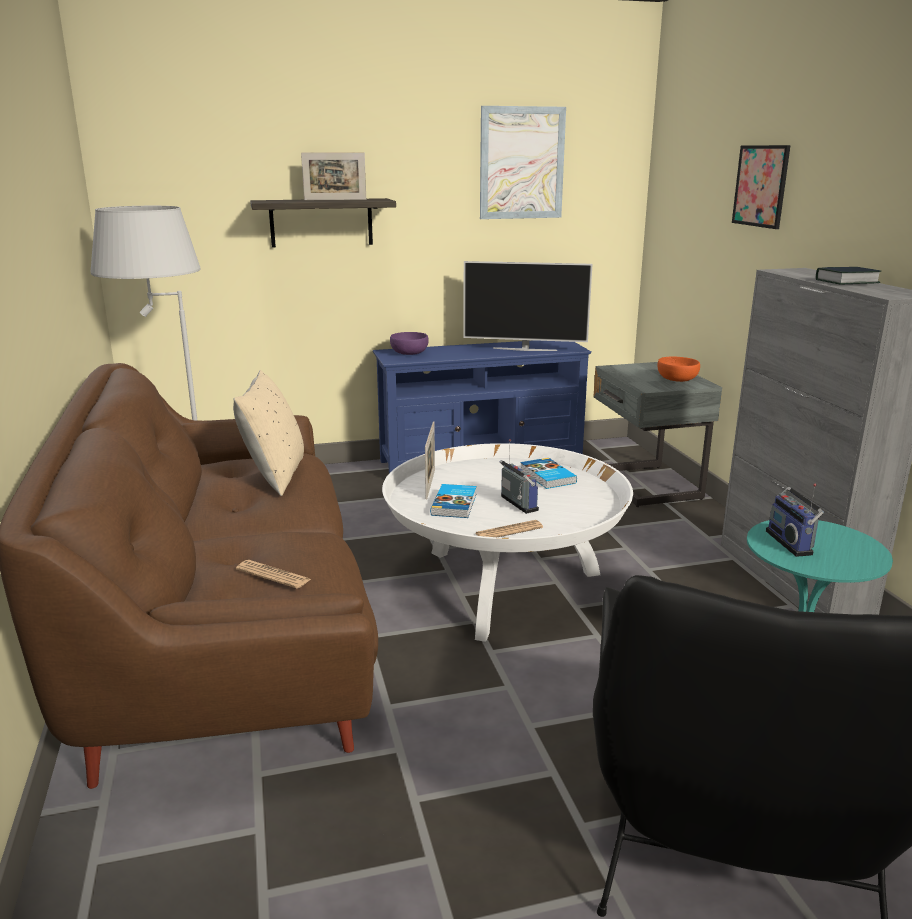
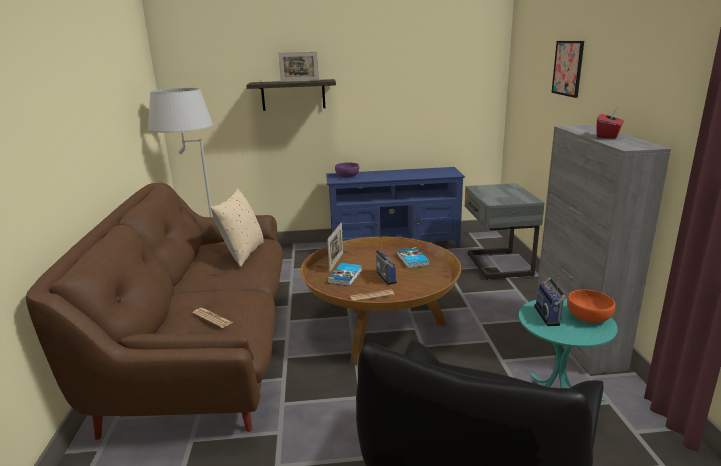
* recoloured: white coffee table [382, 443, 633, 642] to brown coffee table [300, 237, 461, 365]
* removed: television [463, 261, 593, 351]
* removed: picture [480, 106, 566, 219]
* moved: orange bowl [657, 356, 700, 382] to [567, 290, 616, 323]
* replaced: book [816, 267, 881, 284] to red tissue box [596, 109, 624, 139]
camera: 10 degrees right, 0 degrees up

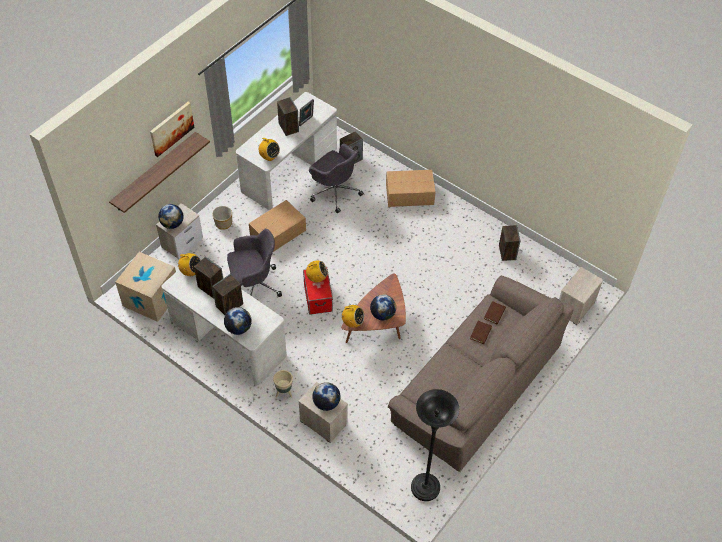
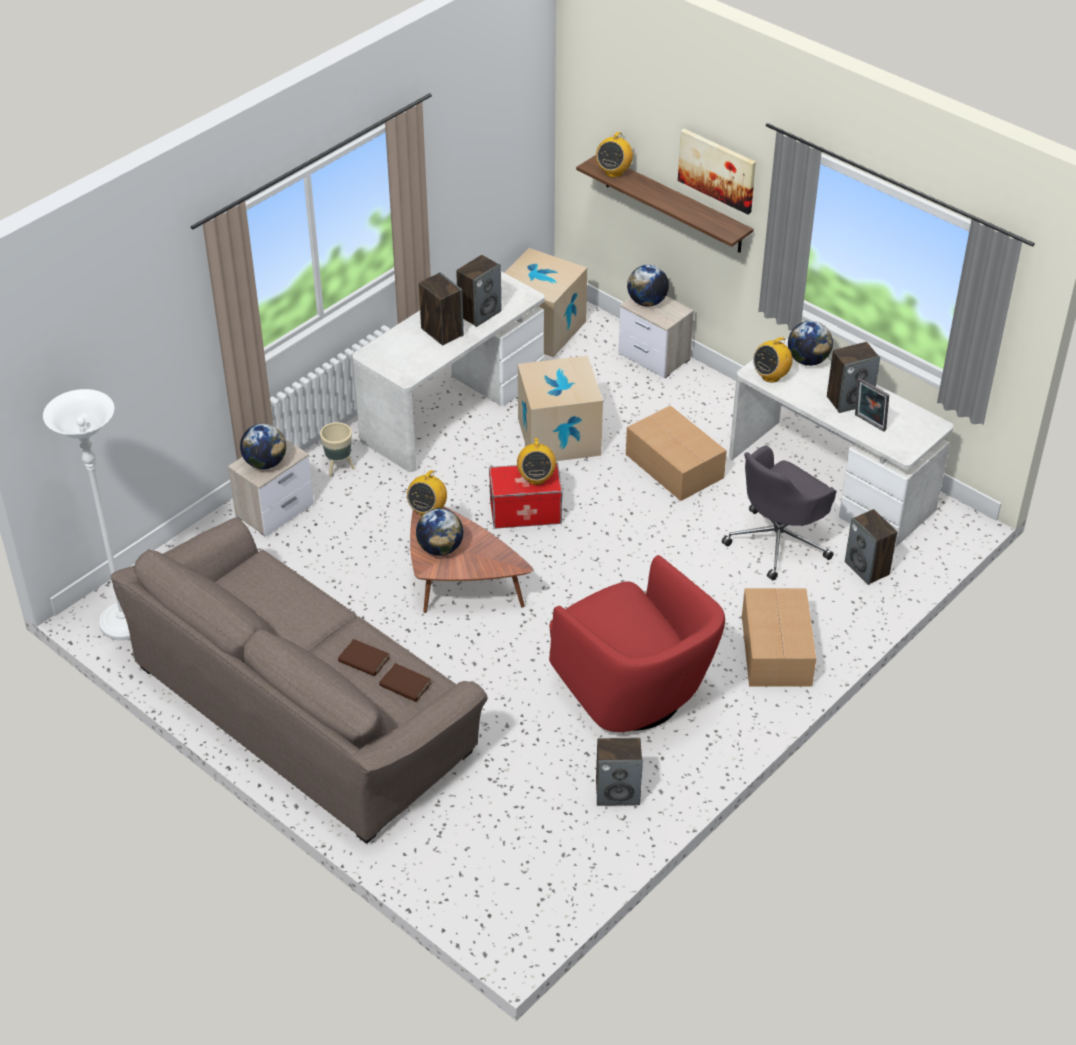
* moved: radio [178, 253, 201, 276] to [596, 132, 633, 178]
* removed: planter [212, 206, 232, 230]
* moved: globe [224, 307, 252, 335] to [788, 321, 833, 366]
* replaced: grey office chair [227, 229, 282, 297] to cardboard box [518, 356, 603, 461]
* recoloured: black floor lamp [411, 389, 459, 501] to white floor lamp [43, 389, 130, 640]
* removed: nightstand [559, 267, 603, 325]
* added: red armchair [549, 555, 725, 732]
camera: 95 degrees right, 10 degrees down

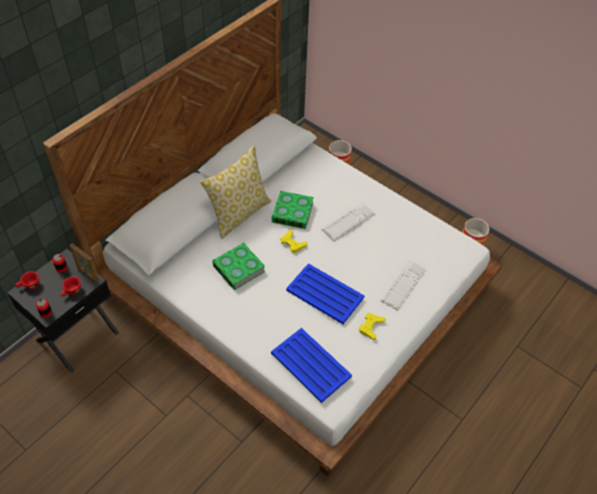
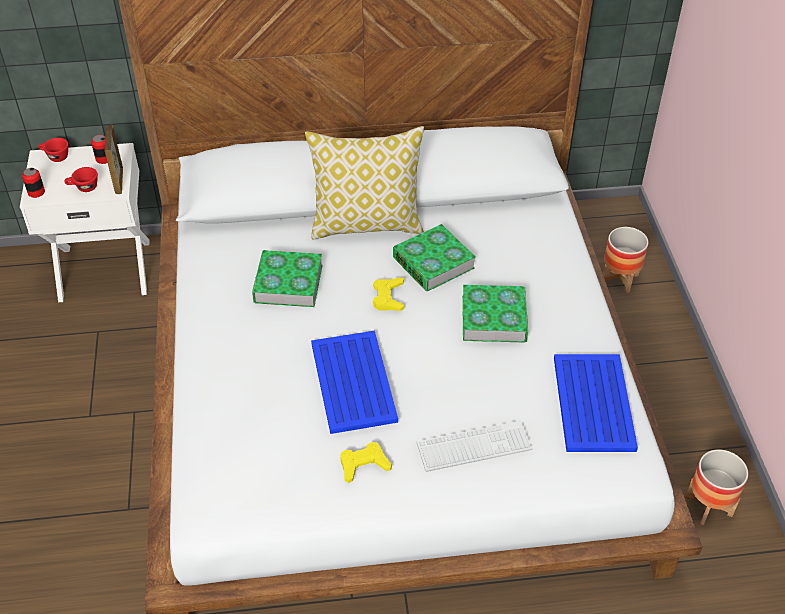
* recoloured: black nightstand [7, 249, 119, 372] to white nightstand [20, 143, 150, 302]
* moved: blue tray [271, 328, 352, 403] to [554, 354, 638, 452]
* replaced: keyboard [322, 202, 375, 241] to book [462, 285, 528, 343]
camera: 45 degrees right, 5 degrees down

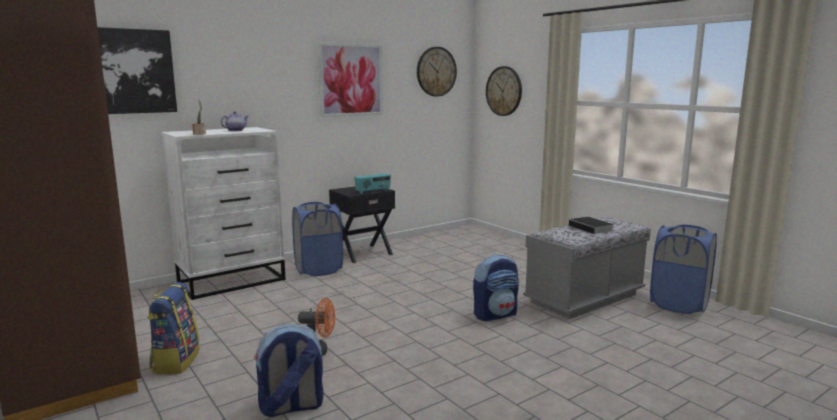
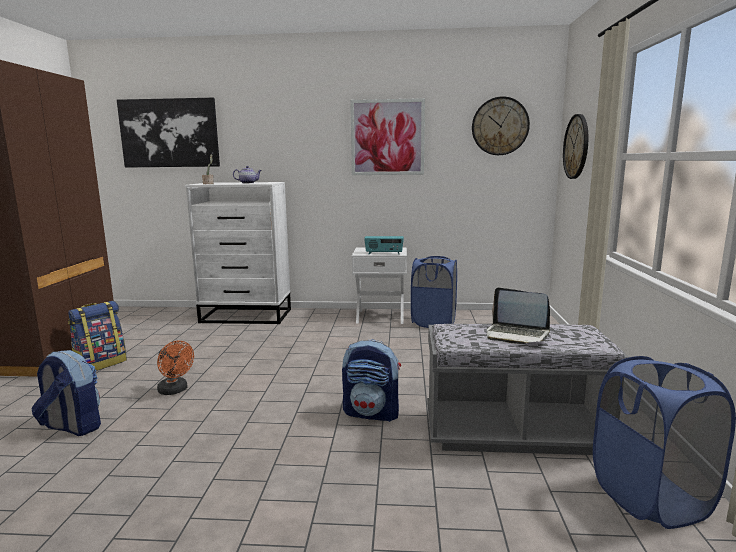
* moved: blue laundry basket [292, 202, 343, 276] to [411, 256, 457, 328]
* recoloured: black nightstand [329, 187, 395, 263] to white nightstand [352, 248, 407, 324]
* replaced: book [569, 217, 614, 236] to laptop [487, 287, 550, 344]
camera: 40 degrees right, 0 degrees up

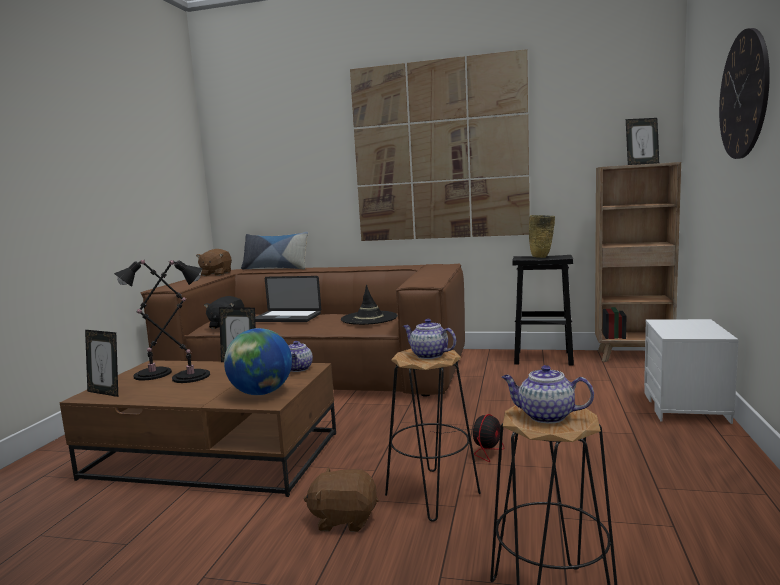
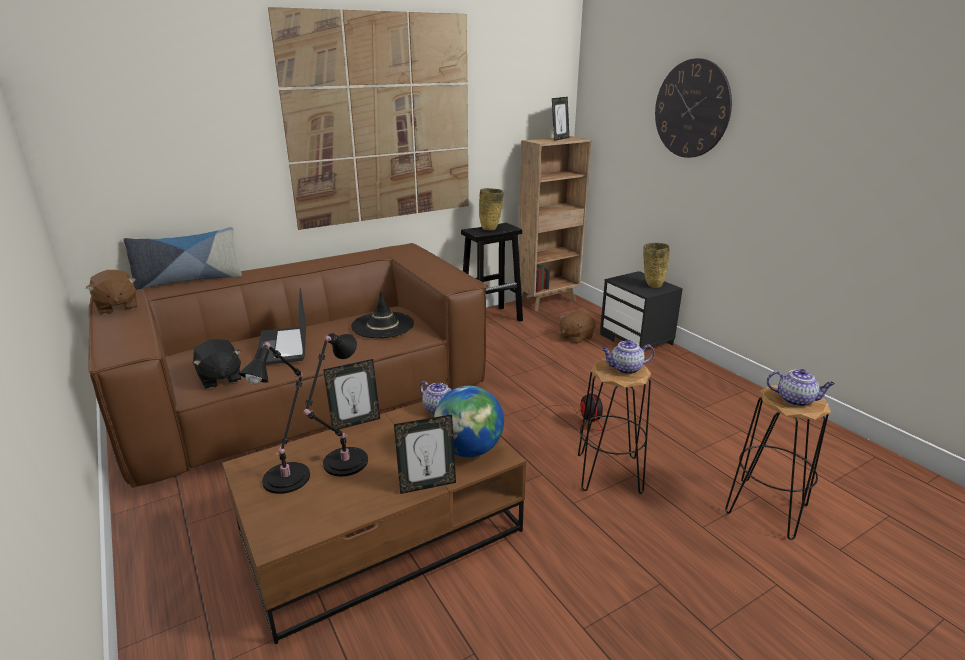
* moved: picture frame [85, 330, 118, 397] to [394, 415, 456, 494]
* turned: laptop [255, 276, 321, 322] = [258, 288, 306, 365] 105 degrees clockwise
* moved: brown plush toy [304, 467, 378, 532] to [559, 311, 596, 344]
* turned: teapot [502, 365, 594, 423] = [766, 369, 835, 406] 135 degrees counterclockwise
* recoloured: white nightstand [644, 319, 739, 424] to black nightstand [600, 271, 683, 348]
* added: beige vase [643, 243, 670, 288]
camera: 45 degrees left, 15 degrees up

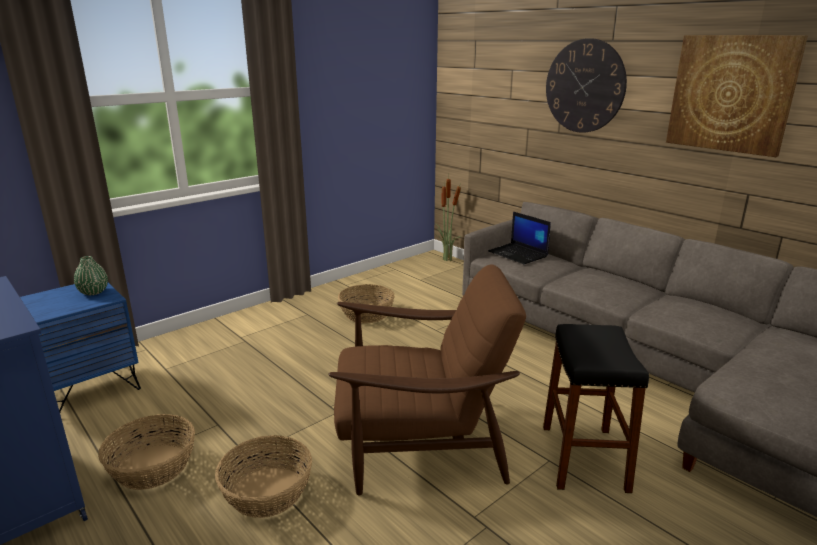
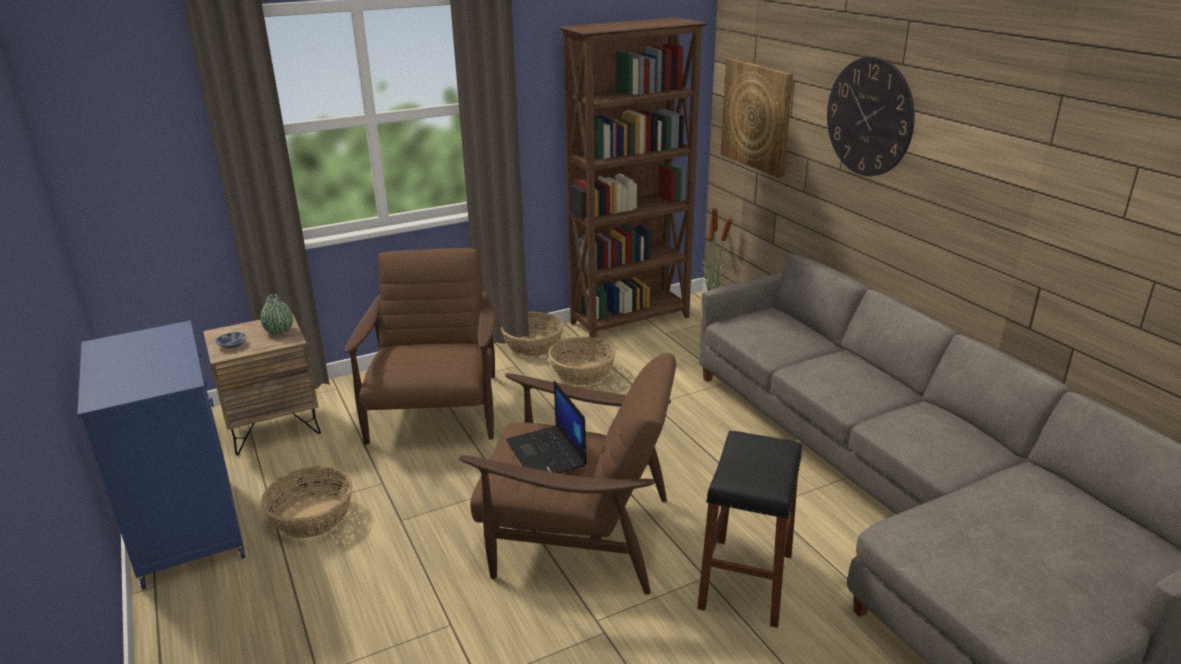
* recoloured: blue nightstand [20, 283, 141, 412] to brown nightstand [203, 313, 321, 455]
* moved: basket [215, 435, 312, 518] to [501, 312, 564, 356]
* moved: laptop [488, 212, 551, 264] to [506, 381, 587, 473]
* moved: picture [666, 35, 808, 157] to [721, 58, 793, 178]
* added: bowl [216, 332, 247, 349]
* added: brown armchair [344, 248, 496, 445]
* added: brown bookcase [558, 17, 708, 338]
camera: 15 degrees right, 5 degrees up

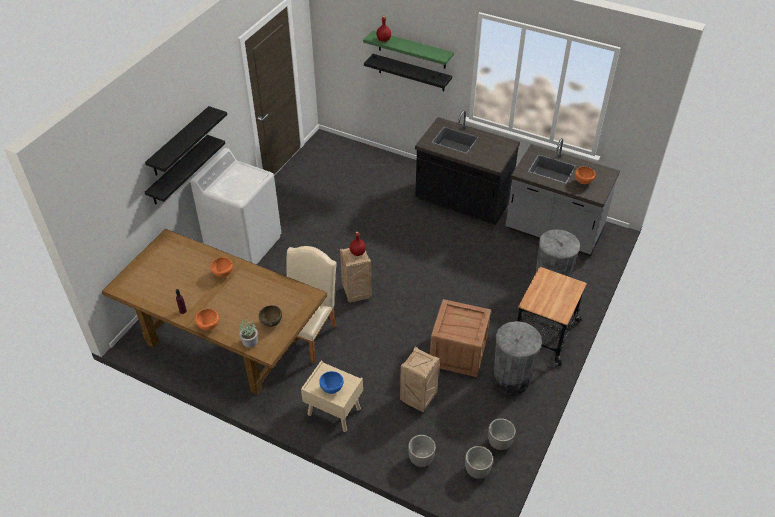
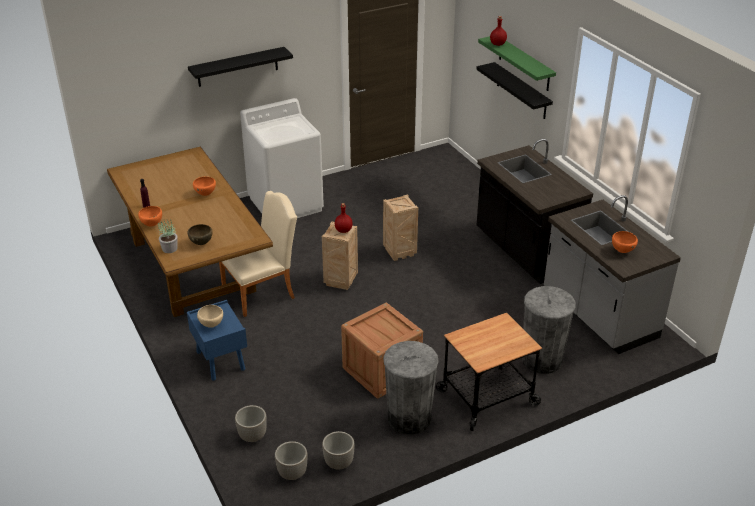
* removed: black shelf [145, 135, 225, 205]
* recoloured: beige nightstand [301, 360, 363, 432] to blue nightstand [187, 300, 247, 381]
* recoloured: blue bowl [319, 371, 344, 394] to beige bowl [197, 305, 223, 328]
* moved: crate [400, 346, 440, 412] to [383, 194, 418, 261]
camera: 35 degrees right, 10 degrees down

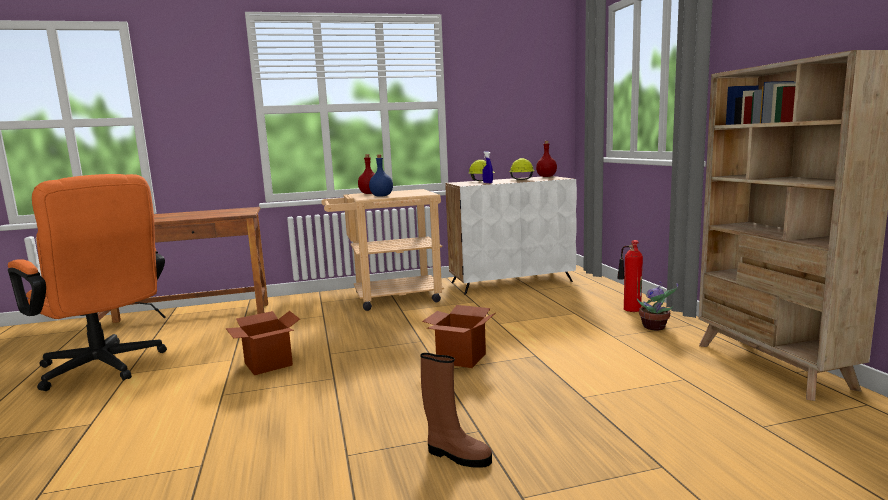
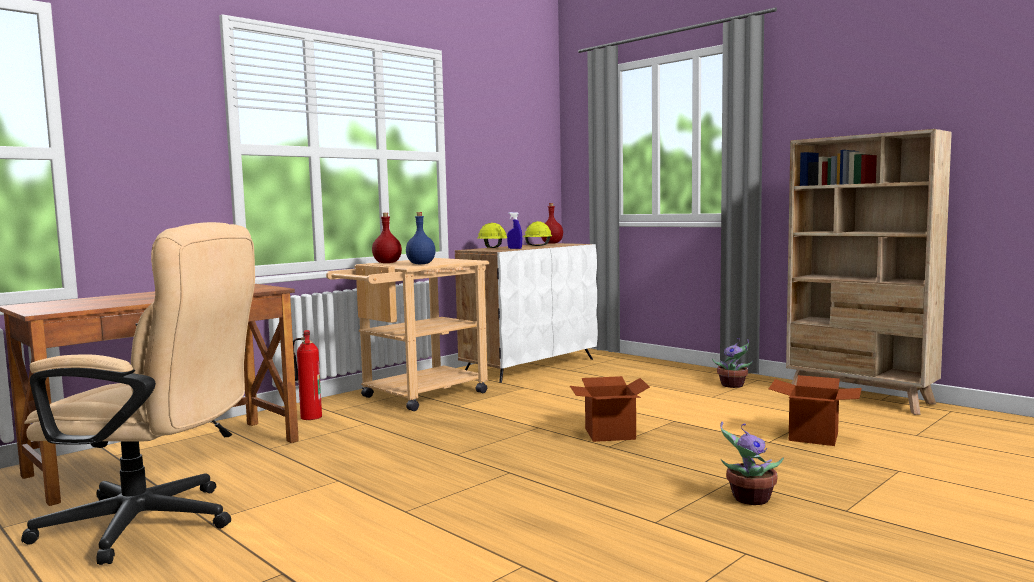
* recoloured: orange office chair [8, 174, 167, 391] to beige office chair [21, 222, 255, 565]
* moved: cardboard box [226, 311, 300, 375] to [768, 375, 862, 446]
* replaced: brown boot [420, 353, 492, 468] to potted plant [720, 422, 784, 505]
* moved: fire extinguisher [617, 240, 643, 312] to [293, 330, 322, 420]
camera: 30 degrees left, 5 degrees down

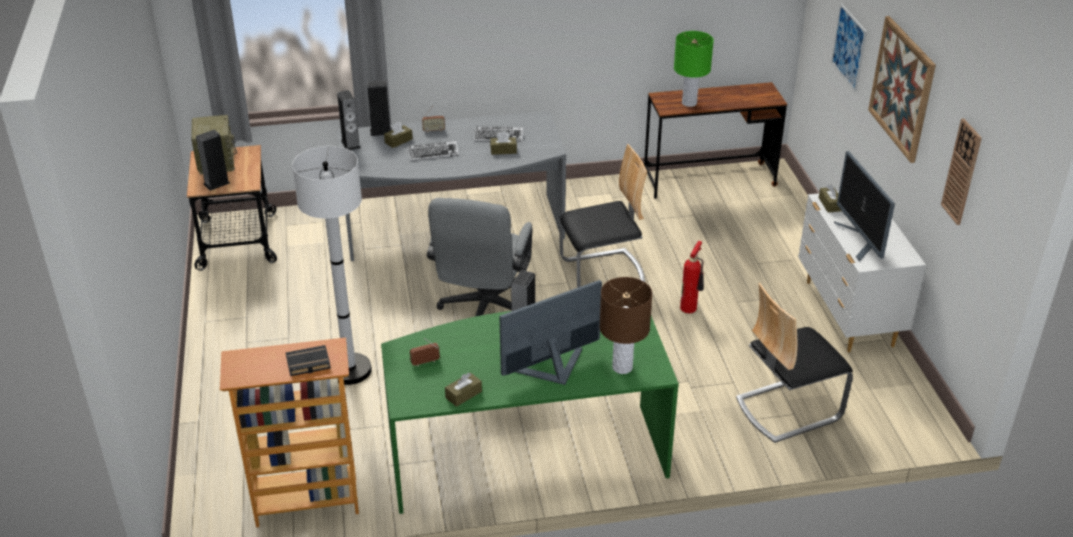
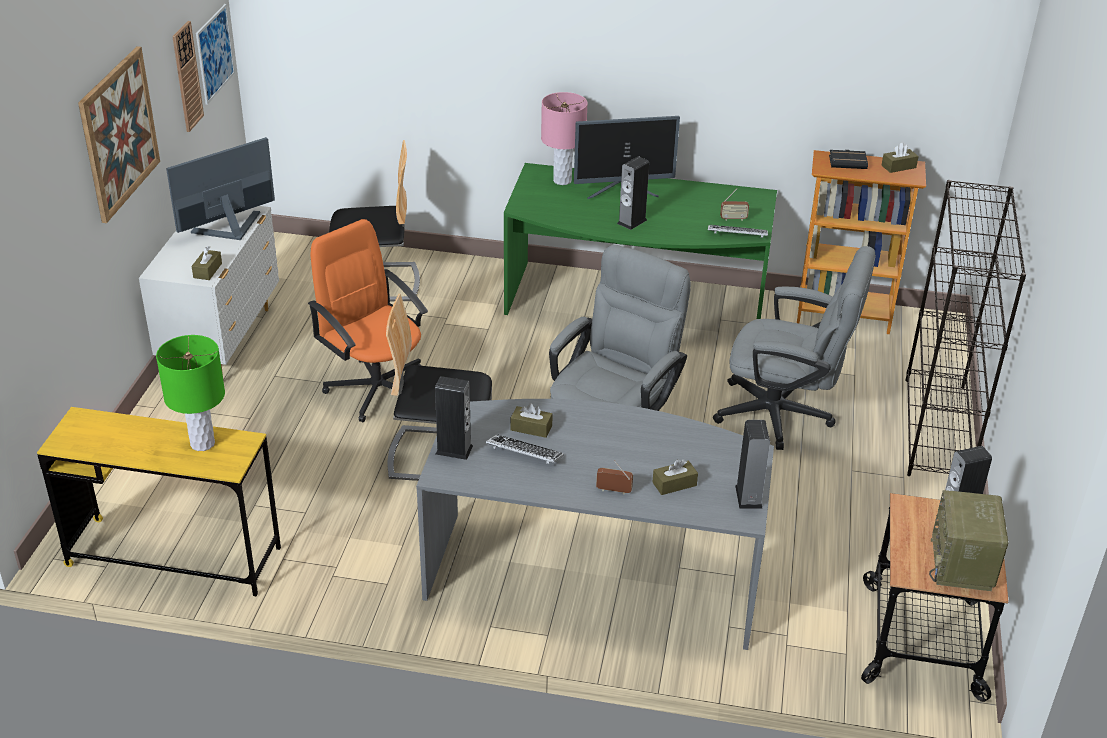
* replaced: white floor lamp [292, 146, 372, 385] to grey office chair [713, 246, 876, 450]
* moved: speaker [367, 80, 392, 136] to [435, 376, 473, 460]
* moved: keyboard [408, 141, 459, 161] to [708, 225, 768, 238]
* moved: brown tissue box [445, 372, 482, 407] to [881, 143, 919, 173]
* recoloured: brown table lamp [600, 277, 652, 374] to pink table lamp [541, 92, 588, 185]
* recoloured: brown desk [644, 82, 787, 199] to yellow desk [37, 407, 281, 596]
* replaced: fire extinguisher [680, 241, 704, 313] to orange office chair [308, 219, 428, 422]
* moved: picture [831, 4, 867, 92] to [196, 4, 235, 105]
* turned: monitor [834, 151, 895, 261] = [166, 137, 275, 240] 135 degrees counterclockwise
* added: black bookcase [905, 180, 1026, 476]
camera: 160 degrees left, 0 degrees up

